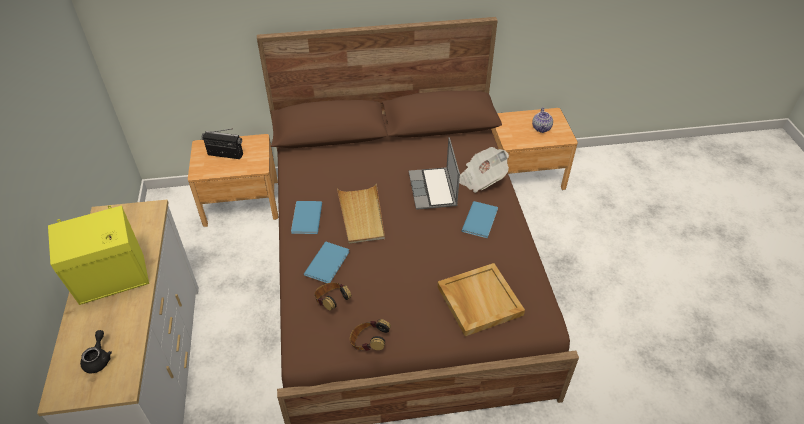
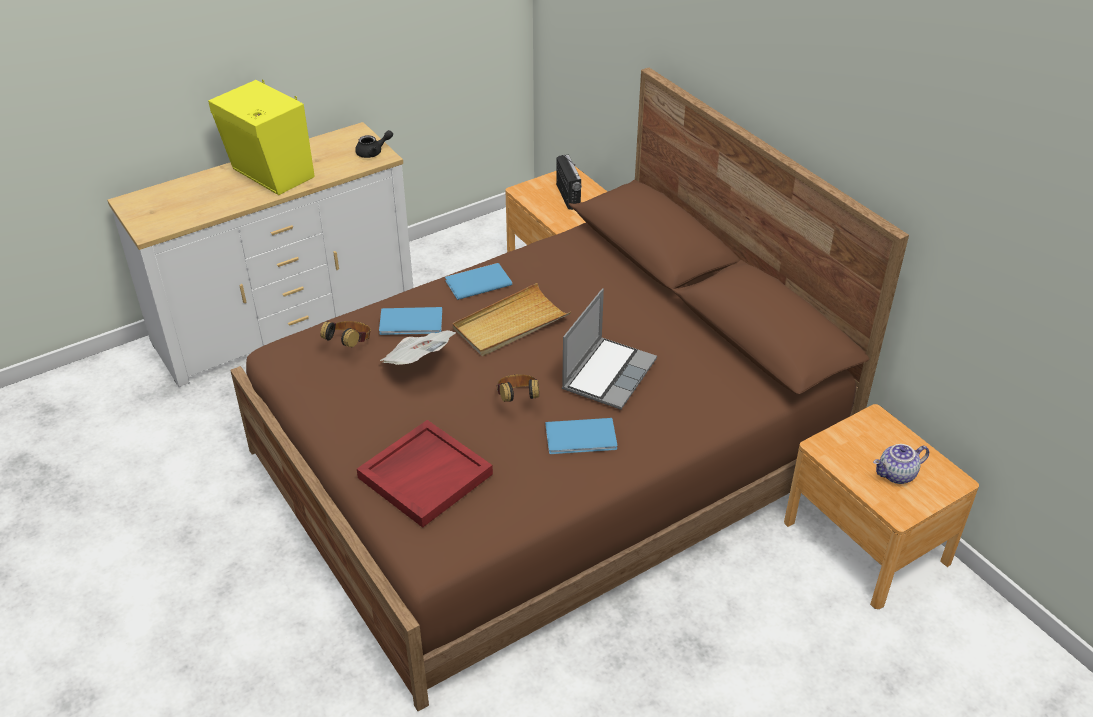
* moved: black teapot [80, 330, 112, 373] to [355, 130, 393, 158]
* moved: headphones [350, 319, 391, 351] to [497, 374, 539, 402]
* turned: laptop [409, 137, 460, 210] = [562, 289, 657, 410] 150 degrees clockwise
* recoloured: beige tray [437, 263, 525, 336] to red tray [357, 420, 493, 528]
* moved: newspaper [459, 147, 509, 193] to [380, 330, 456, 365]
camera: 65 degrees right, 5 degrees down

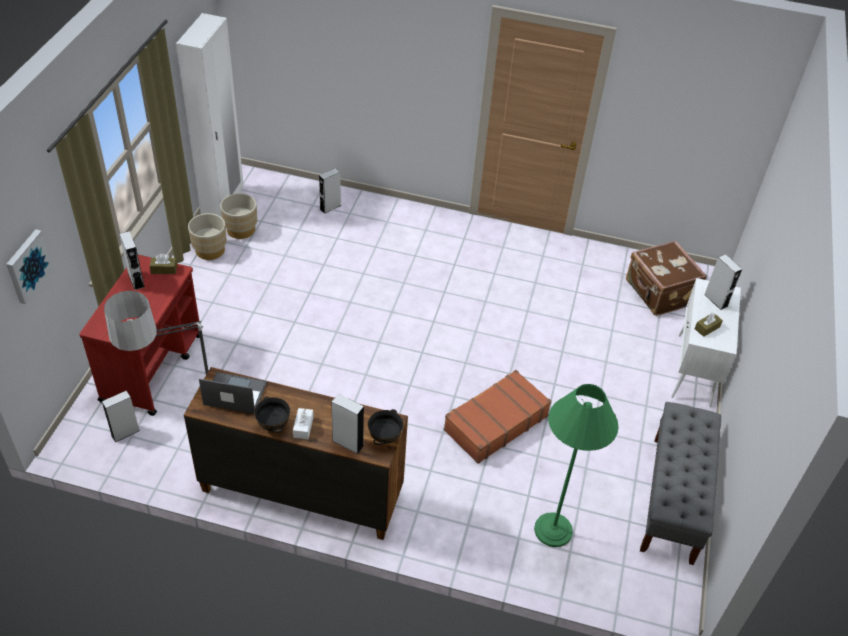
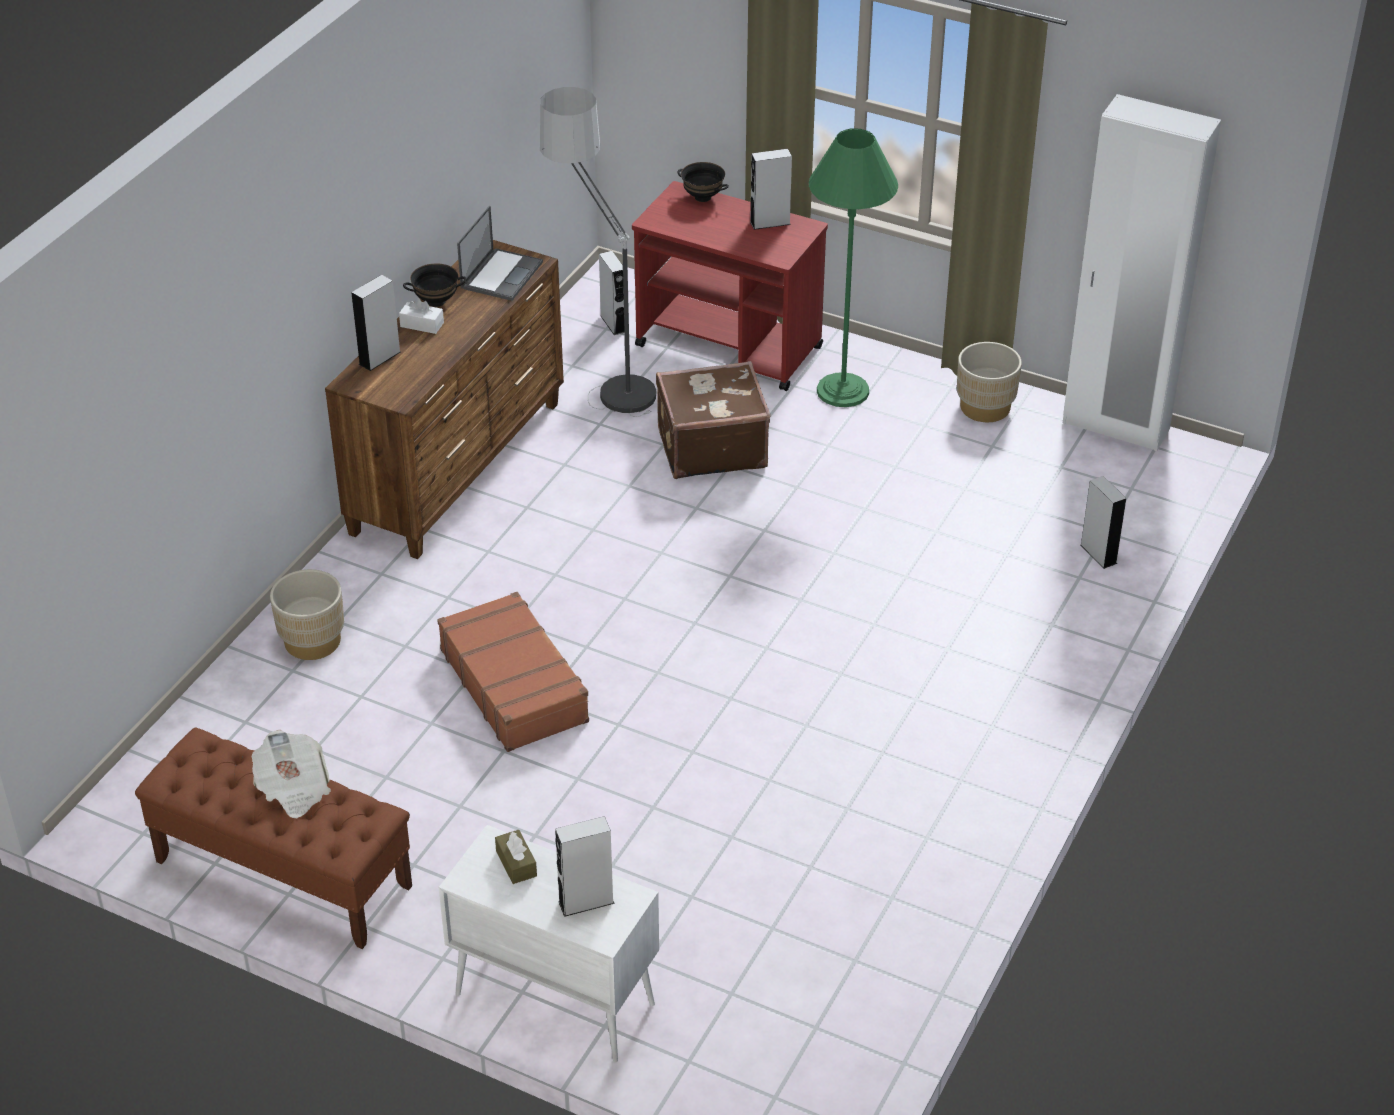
* removed: picture [6, 229, 53, 304]
* removed: brown tissue box [150, 254, 177, 274]
* moved: beige planter [220, 193, 257, 239] to [270, 569, 344, 660]
* moved: black bowl [368, 409, 404, 445] to [678, 162, 729, 202]
* moved: green floor lamp [534, 384, 618, 547] to [809, 128, 898, 407]
* moved: brown suitcase [626, 240, 707, 316] to [656, 361, 771, 479]
* recoloured: grey bench [640, 402, 721, 565] to brown bench [135, 727, 412, 949]
* added: newspaper [251, 730, 331, 818]
camera: 105 degrees right, 5 degrees down

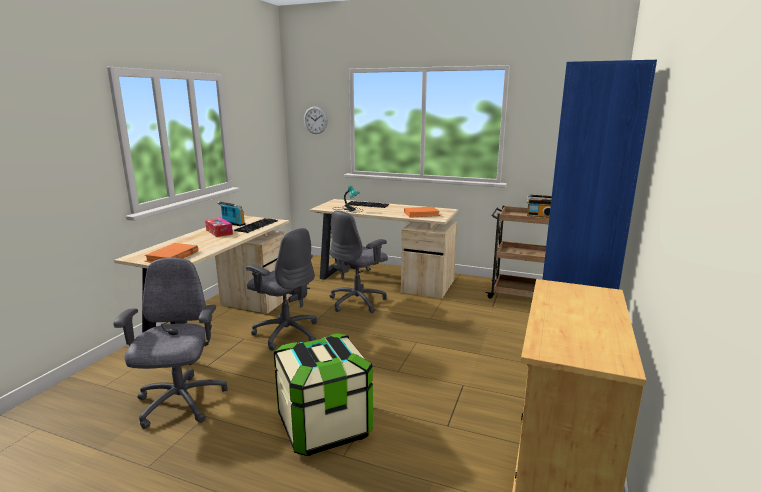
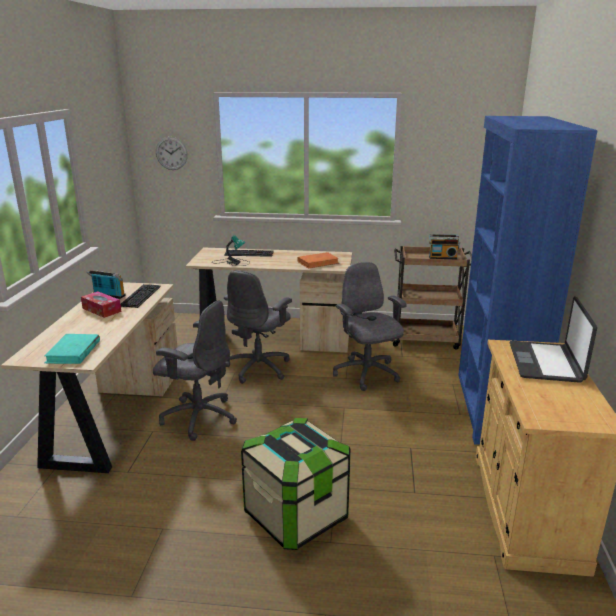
* moved: grey office chair [113, 258, 228, 429] to [333, 262, 407, 391]
* recoloured: orange book [144, 243, 199, 262] to turquoise book [44, 334, 100, 364]
* added: laptop [509, 296, 597, 383]
camera: 15 degrees left, 5 degrees up

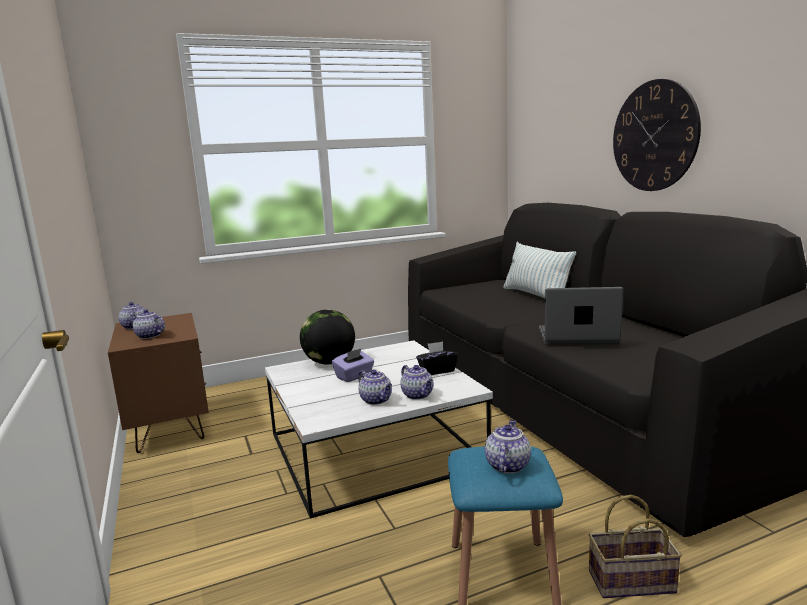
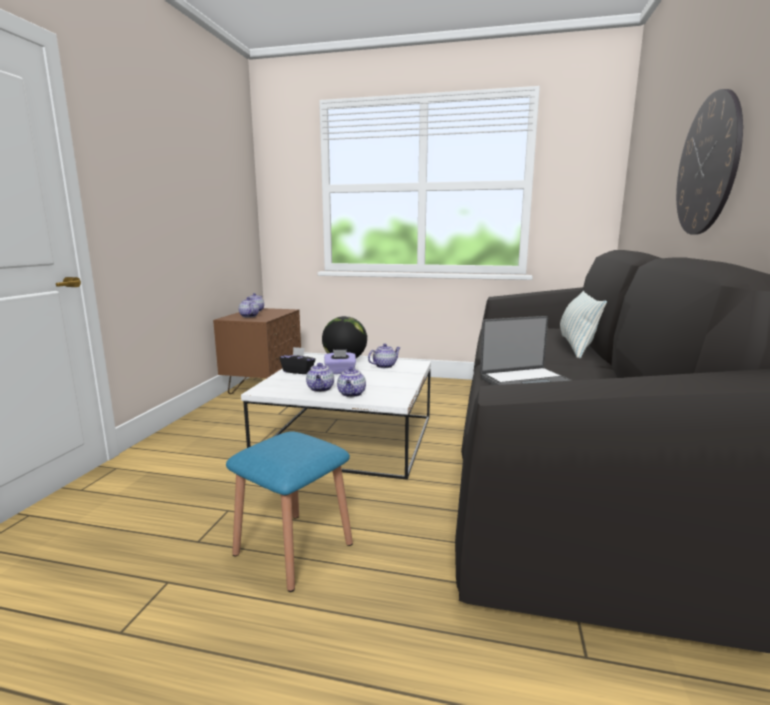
* moved: black tissue box [416, 341, 458, 375] to [280, 347, 315, 374]
* moved: teapot [485, 420, 531, 474] to [368, 344, 401, 368]
* turned: laptop [539, 287, 623, 345] = [480, 316, 573, 385] 120 degrees clockwise
* removed: basket [589, 495, 682, 598]
camera: 35 degrees right, 0 degrees up

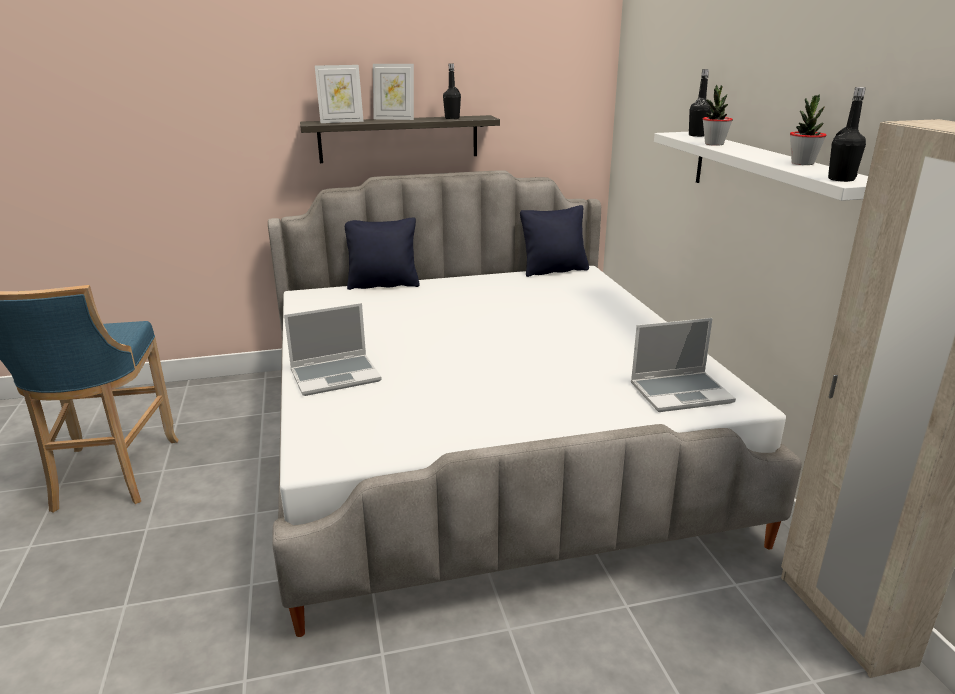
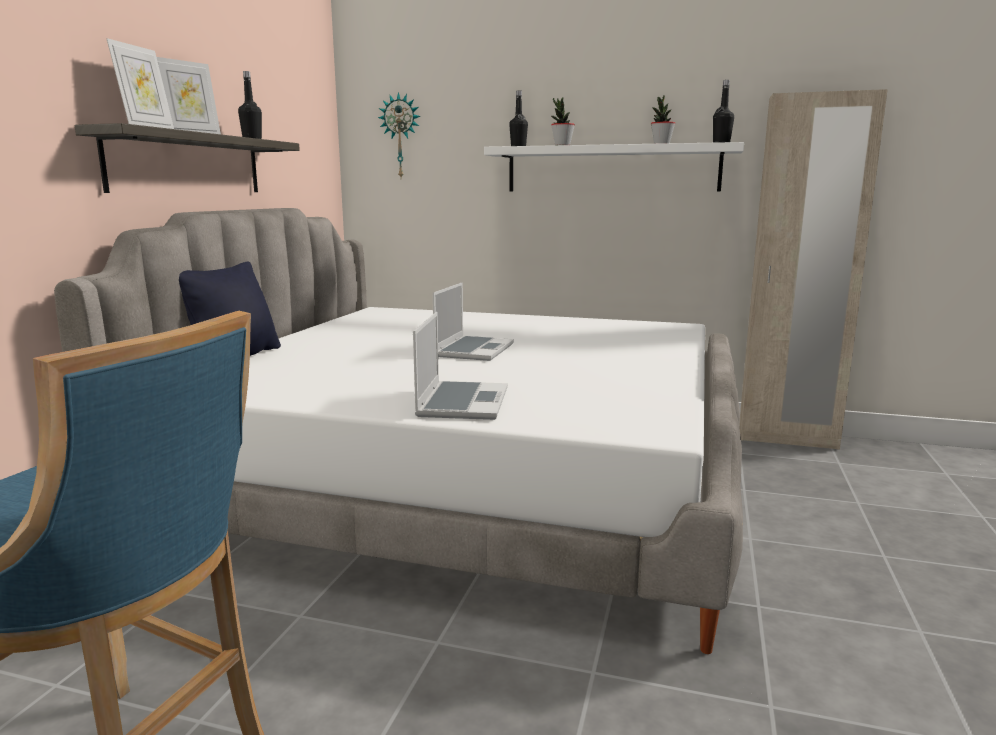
* removed: black pillow [520, 205, 589, 277]
* moved: laptop [631, 318, 736, 412] to [433, 282, 514, 361]
* added: wall clock [378, 92, 421, 178]
camera: 60 degrees left, 10 degrees down

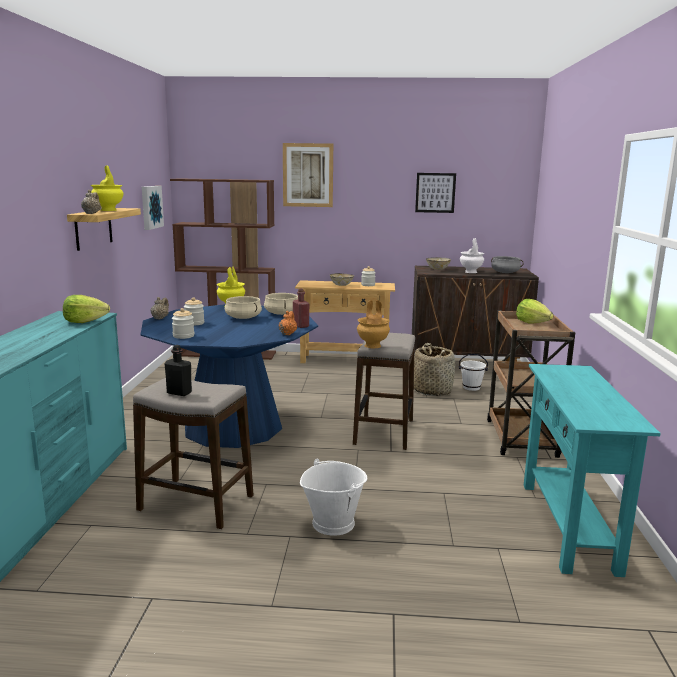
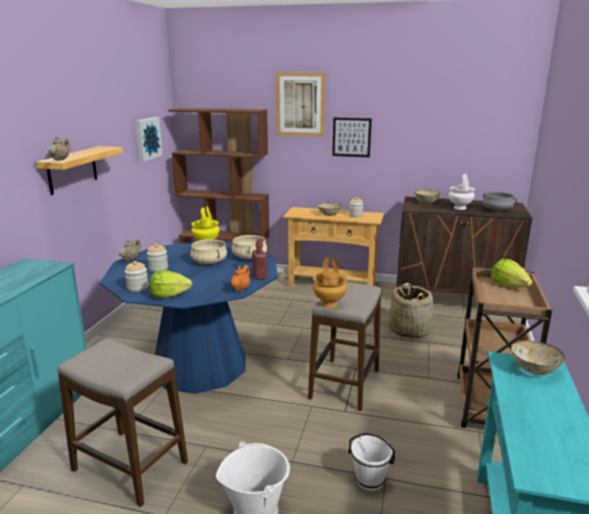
* moved: lettuce [63, 295, 110, 323] to [149, 270, 192, 298]
* removed: yellow vase [91, 165, 123, 211]
* removed: black bottle [164, 345, 192, 396]
* moved: picture [415, 173, 456, 213] to [332, 118, 372, 157]
* moved: white bucket [459, 354, 488, 391] to [348, 433, 395, 491]
* added: bowl [511, 340, 565, 375]
camera: 10 degrees right, 5 degrees up

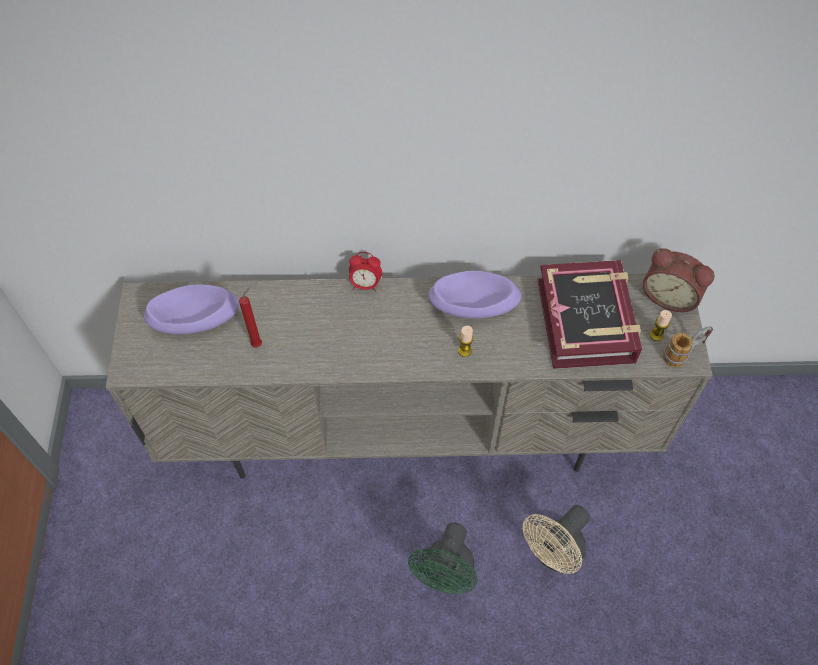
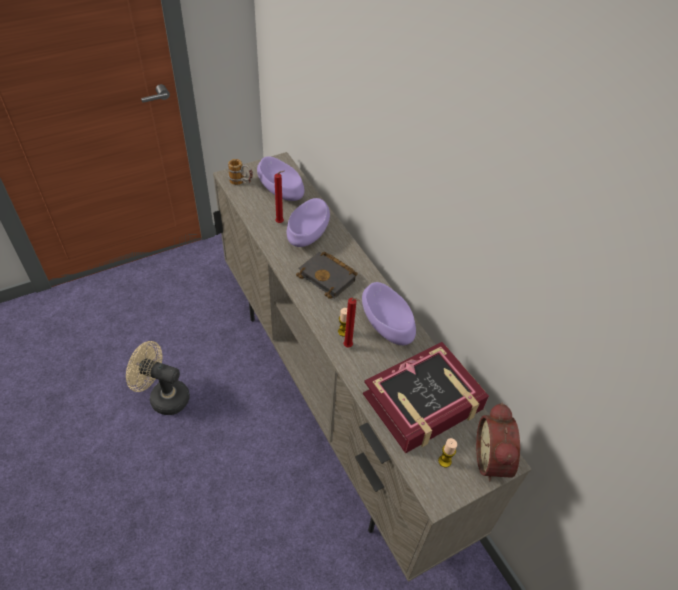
* removed: alarm clock [349, 252, 382, 292]
* removed: green fan [408, 522, 478, 594]
* moved: beige fan [523, 505, 590, 574] to [126, 341, 190, 415]
* moved: mug [663, 326, 713, 367] to [228, 159, 253, 185]
* added: purple bowl [287, 198, 330, 247]
* added: black book [296, 252, 357, 299]
* added: red candle [343, 298, 359, 347]
camera: 60 degrees right, 10 degrees down

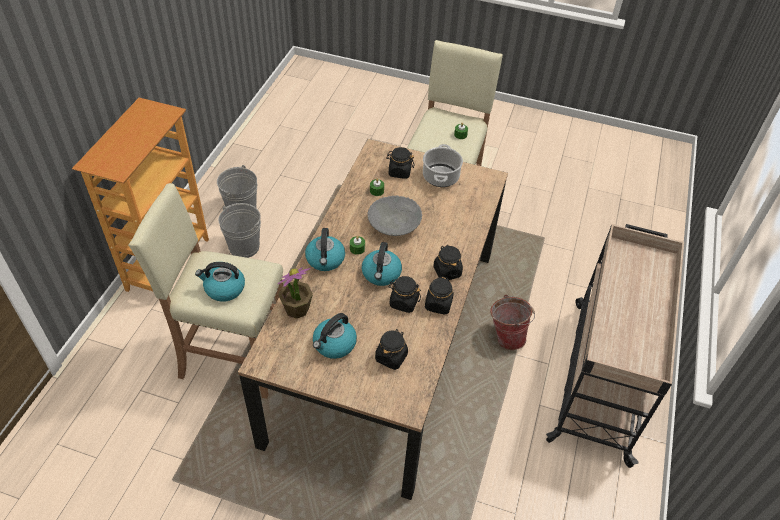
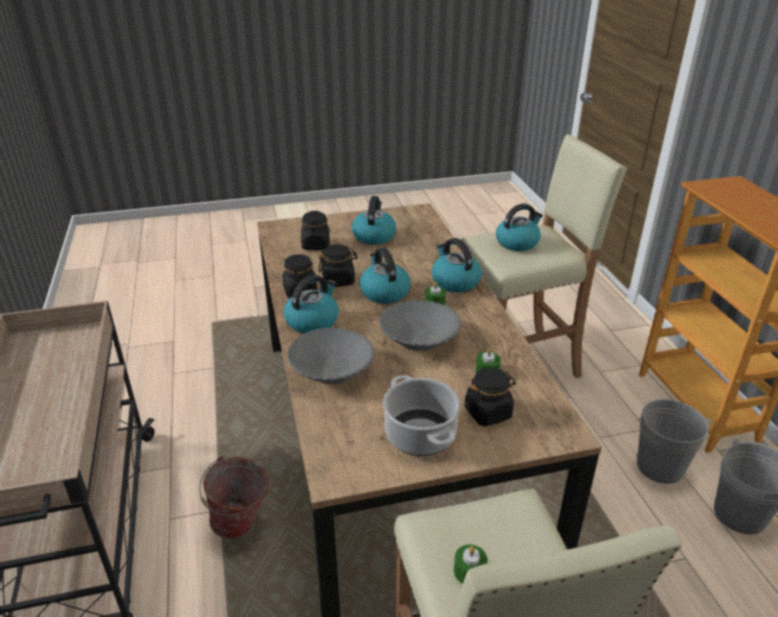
* removed: potted plant [278, 267, 313, 319]
* replaced: black jar [433, 245, 463, 280] to kettle [284, 275, 339, 334]
* added: grey bowl [287, 327, 375, 384]
camera: 150 degrees right, 15 degrees down

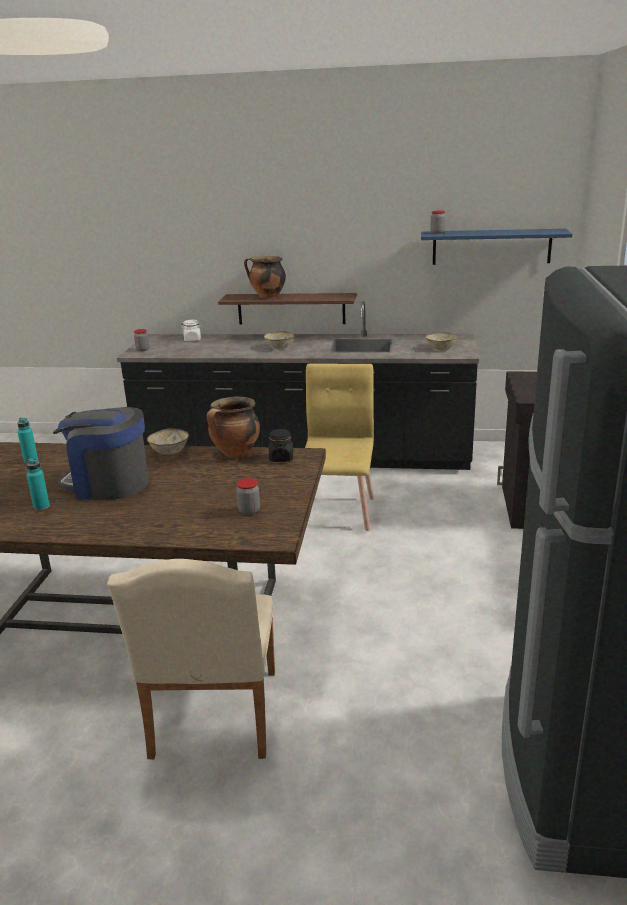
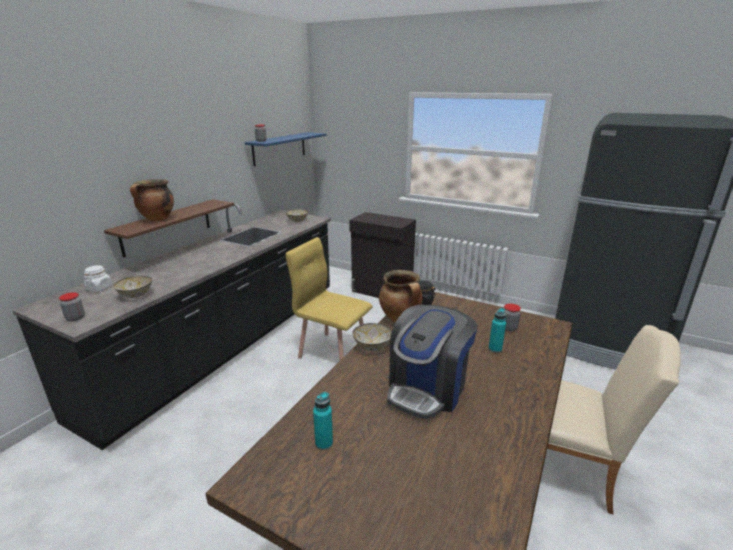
* moved: turquoise bottle [26, 458, 50, 510] to [489, 308, 506, 353]
* moved: bowl [264, 331, 294, 349] to [113, 276, 152, 298]
camera: 70 degrees left, 0 degrees up

